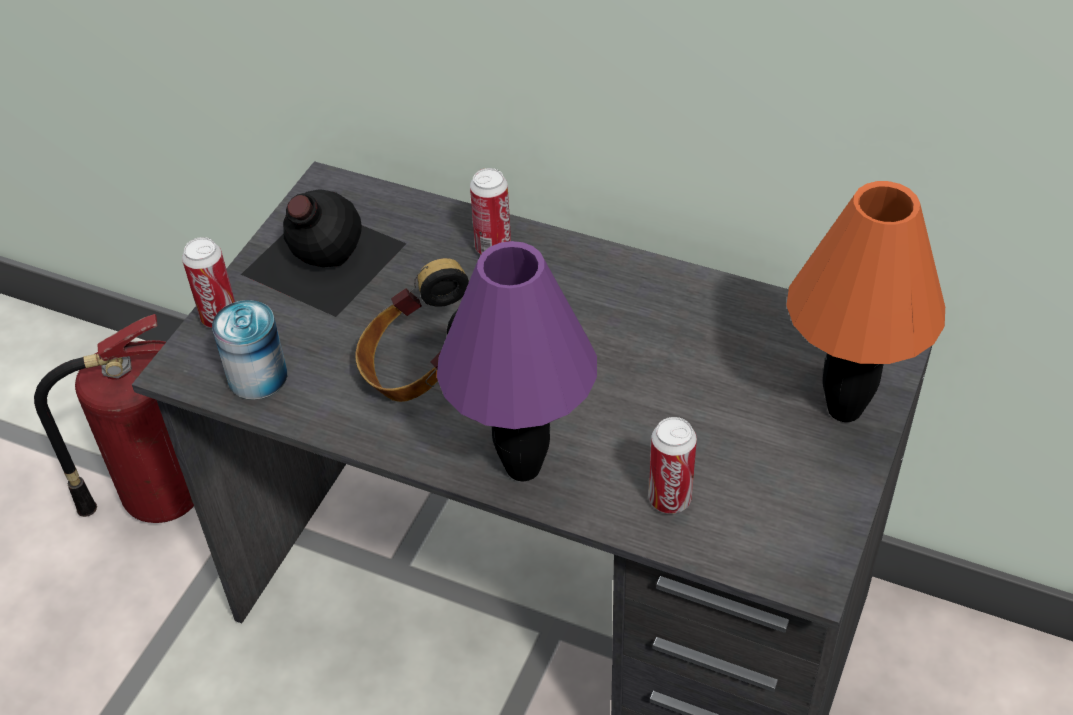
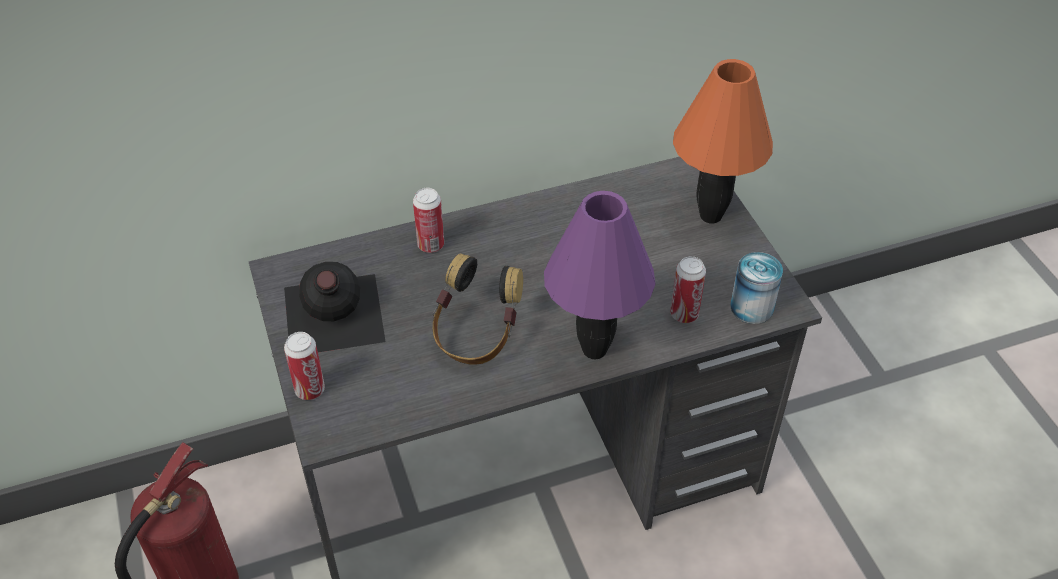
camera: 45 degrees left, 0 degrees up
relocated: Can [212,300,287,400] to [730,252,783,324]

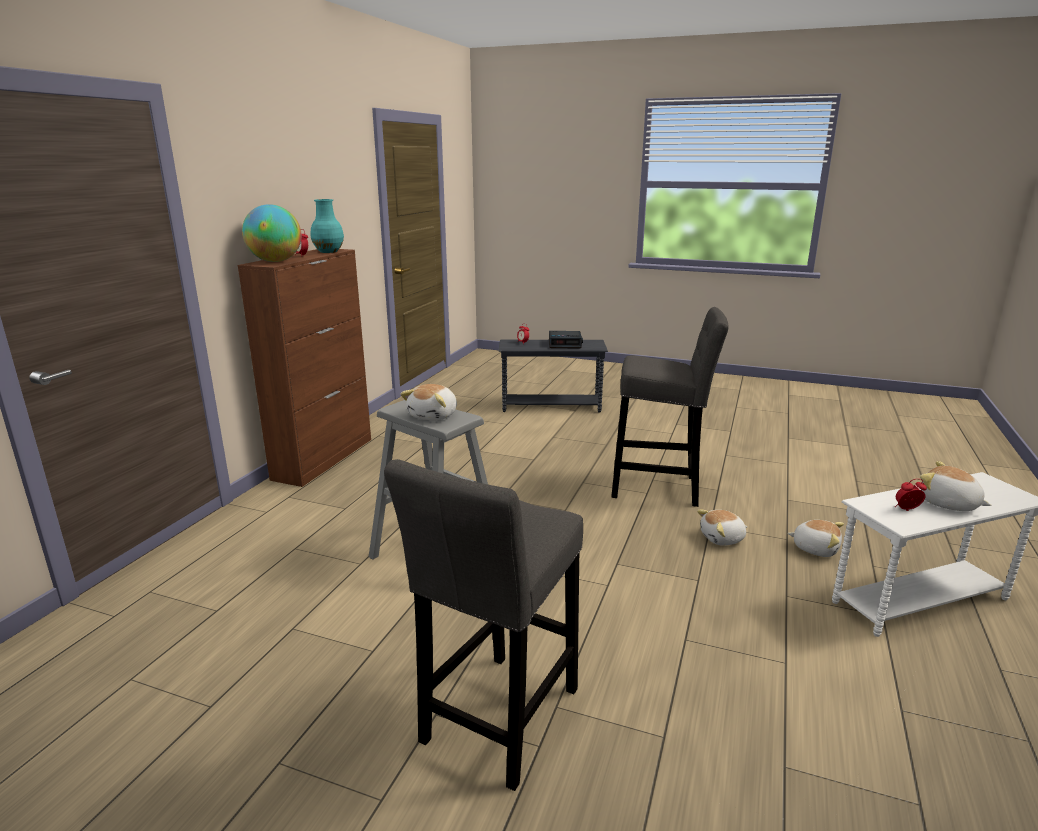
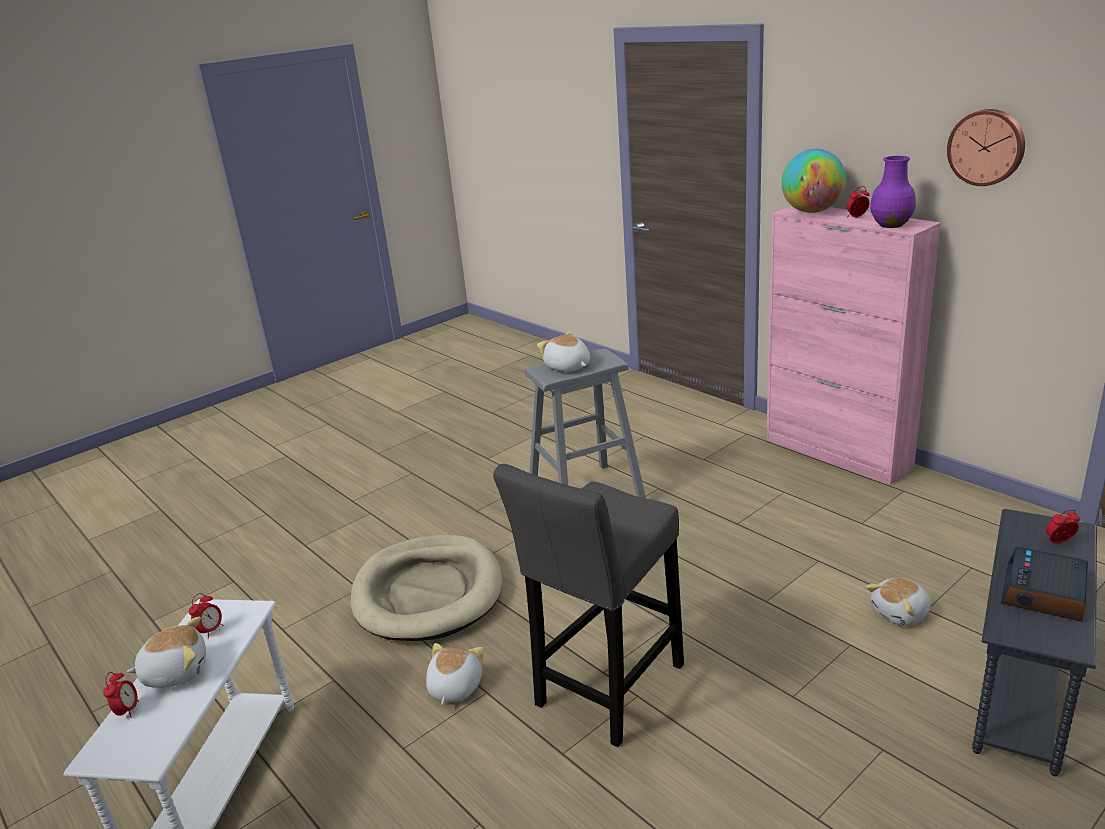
camera: 120 degrees right, 5 degrees up
missing: GreyishStool [384,459,583,791]
appeared: AlarmClock [103,672,139,718]; SandColouredDogCushion [350,535,502,641]; WallClock [947,109,1025,186]
relocated: PlushToy [787,520,844,557] to [866,578,931,626]
colour: BrownishCabinet [238,249,371,487] to PinkColouredCabinet [766,206,941,485]; BlueGreenVase [311,199,344,253] to PurpleColouredVase [870,156,916,228]

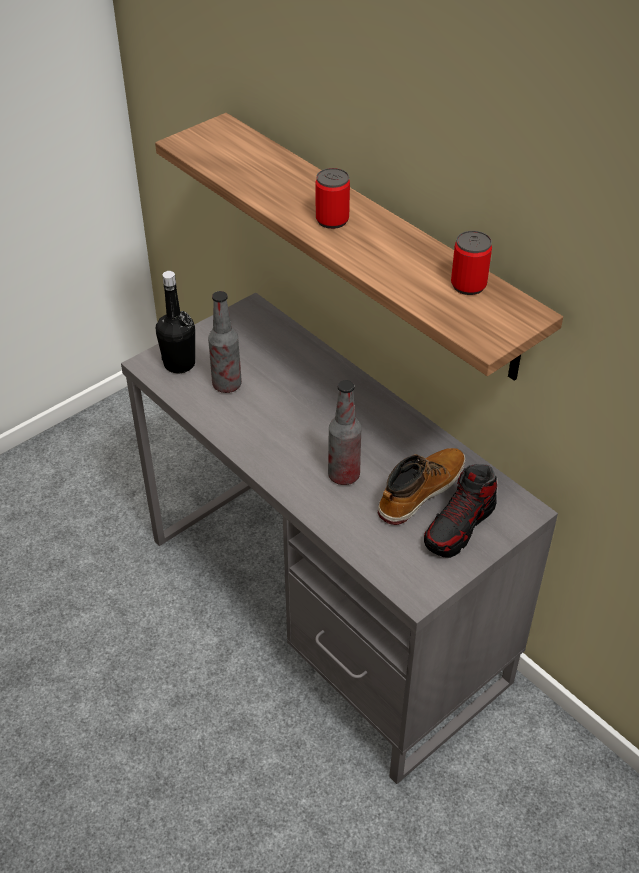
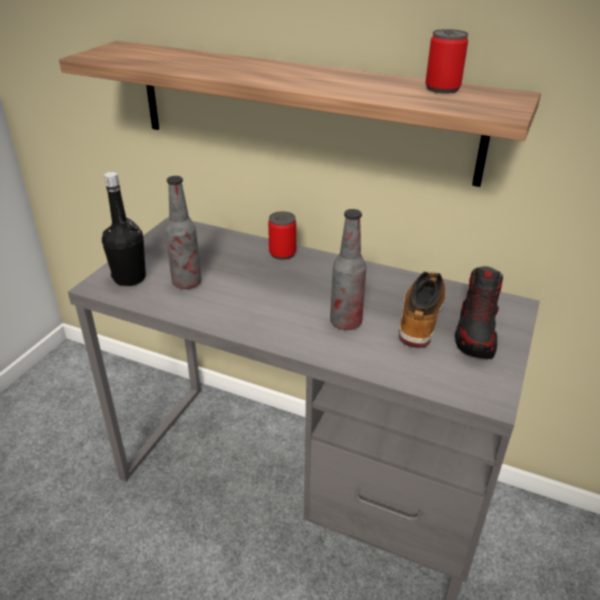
camera: 25 degrees left, 10 degrees down
relocated: Can [316,168,350,229] to [268,211,296,260]

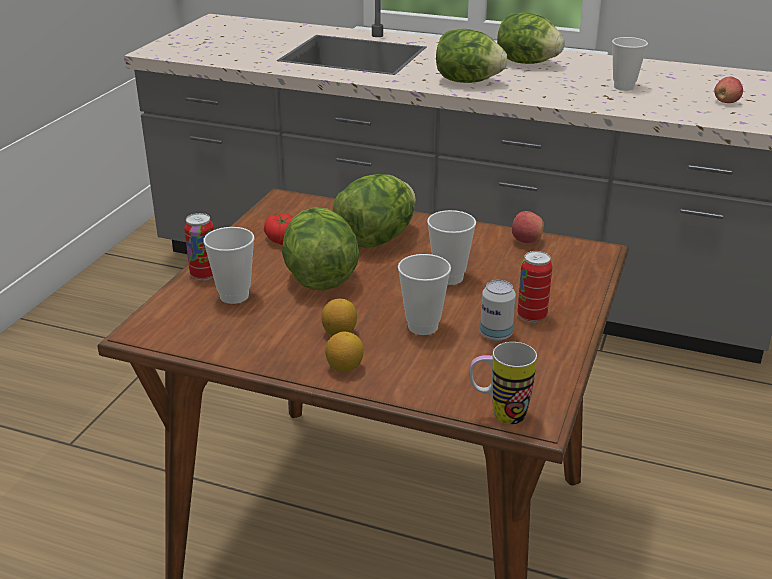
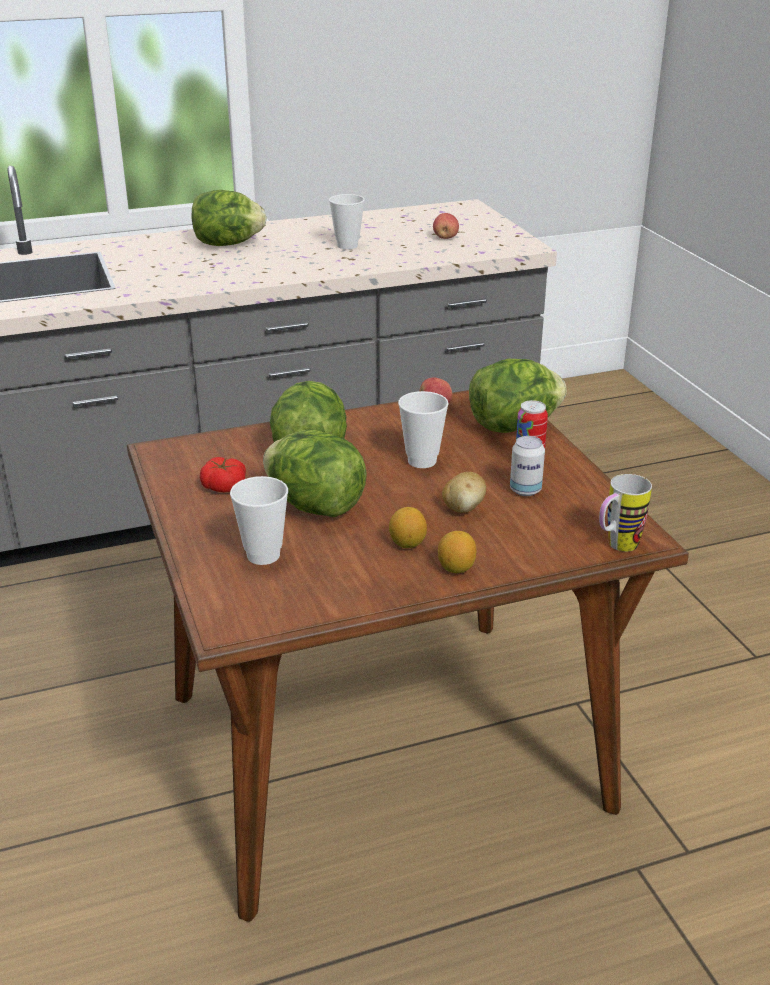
camera: 40 degrees left, 0 degrees up
missing: Can [184,213,214,281]
relocated: HeadOfLettuce [436,29,507,83] to [469,359,567,433]
exchanged: DrinkingCup [398,254,451,335] to Spud [442,472,486,513]

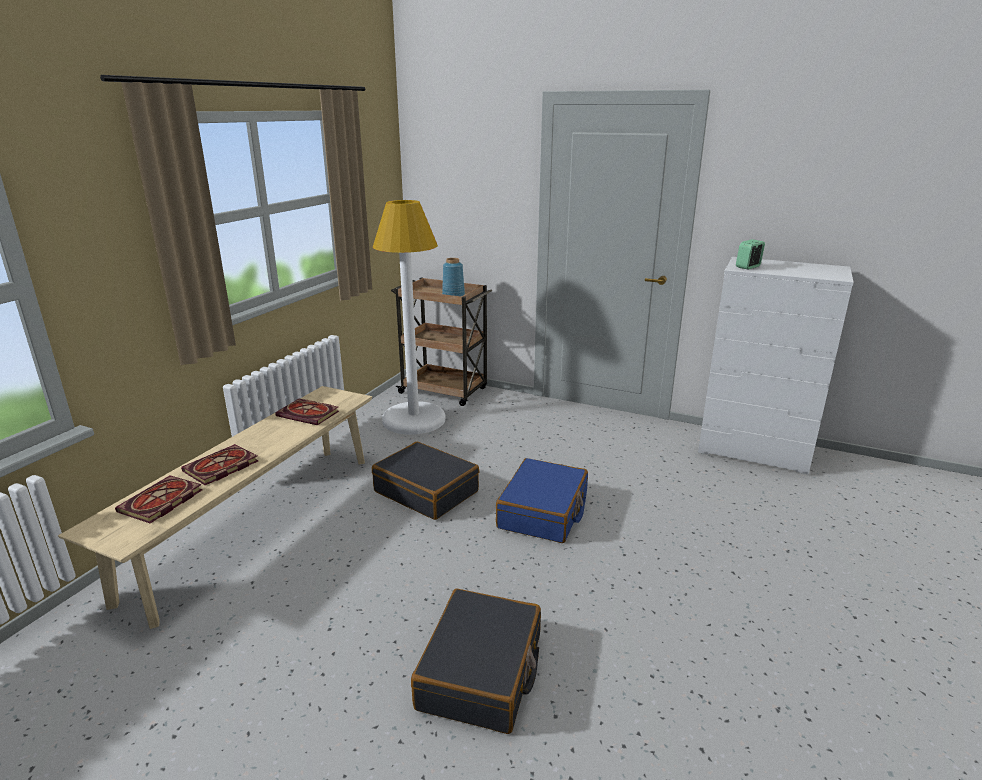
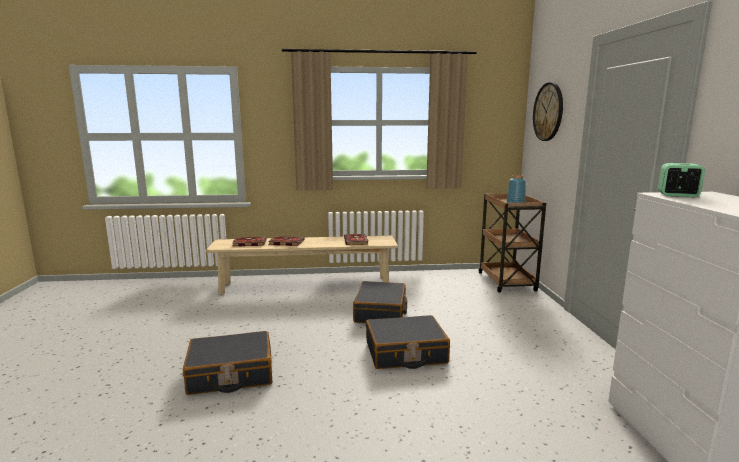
camera: 60 degrees right, 10 degrees down
missing: WhiteStandingLamp [373,200,445,435]
appeared: WallClock [533,82,563,141]
colour: BluishSuitcase [496,458,588,543] to BlackColouredSuitcase [366,315,450,369]

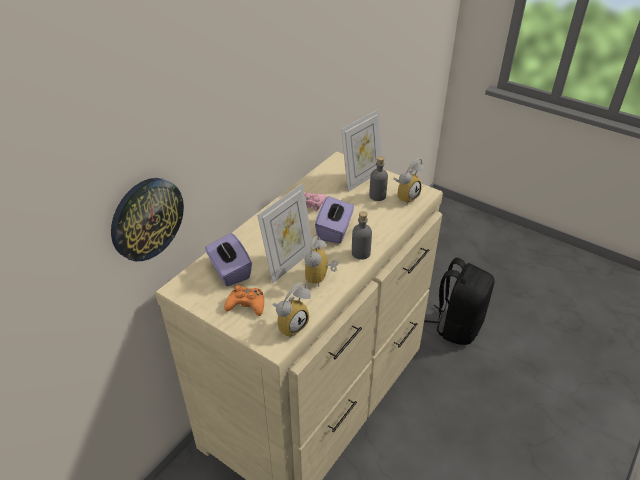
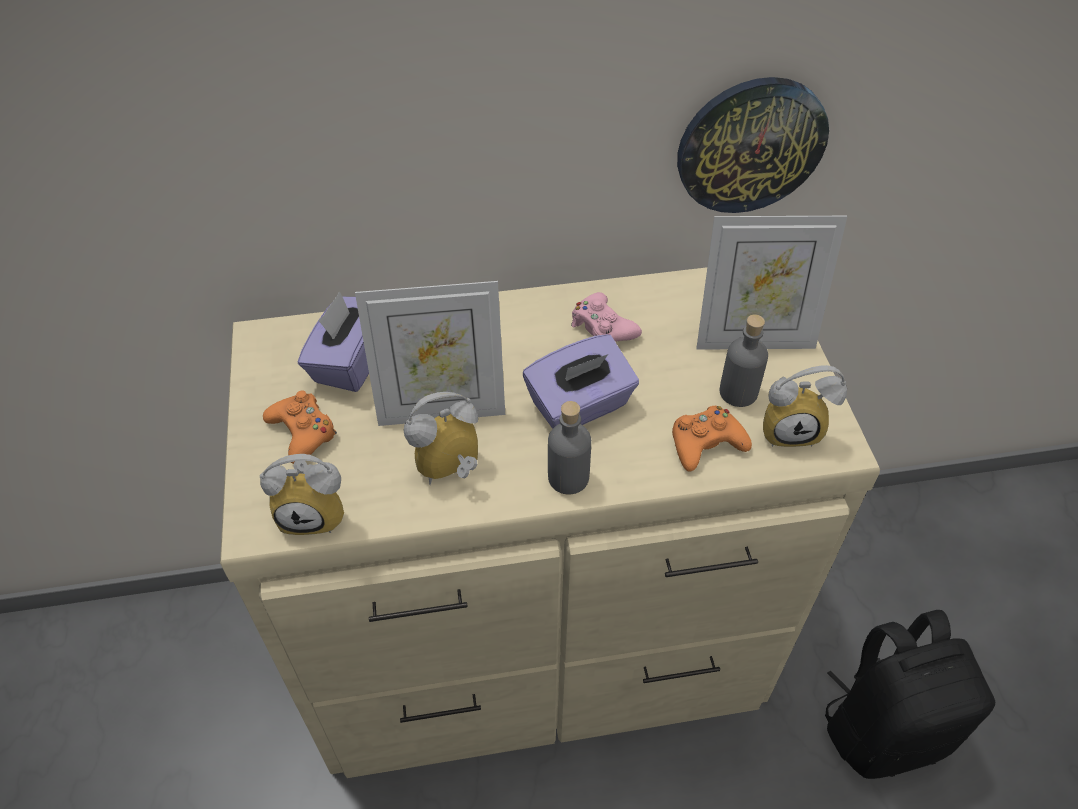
camera: 45 degrees right, 10 degrees up
appeared: OrangeyGamepad [672,406,752,472]
relocated: WallClock [111,178,184,261] to [677,77,829,213]

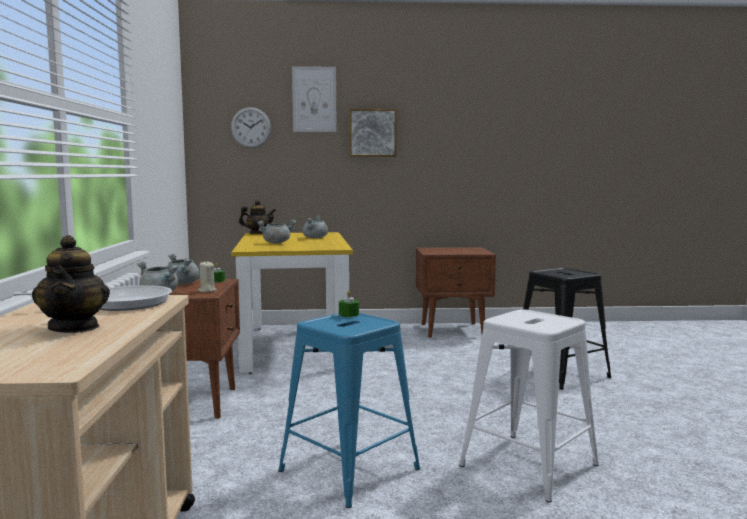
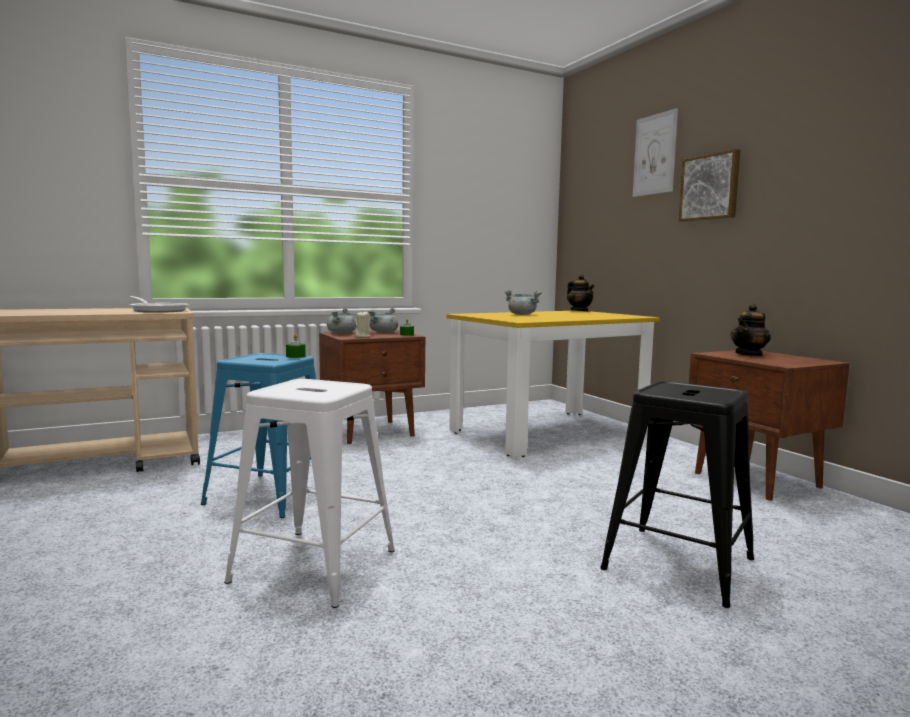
camera: 65 degrees right, 0 degrees up
missing: WallClock [231,107,271,148]; GreyishStockpot [302,216,328,238]
relocated: PotForTea [32,235,110,333] to [730,304,771,356]

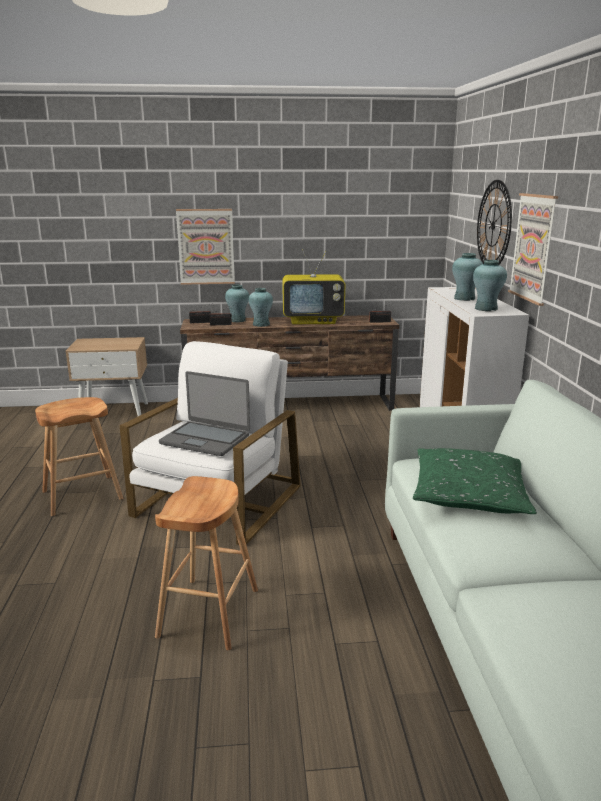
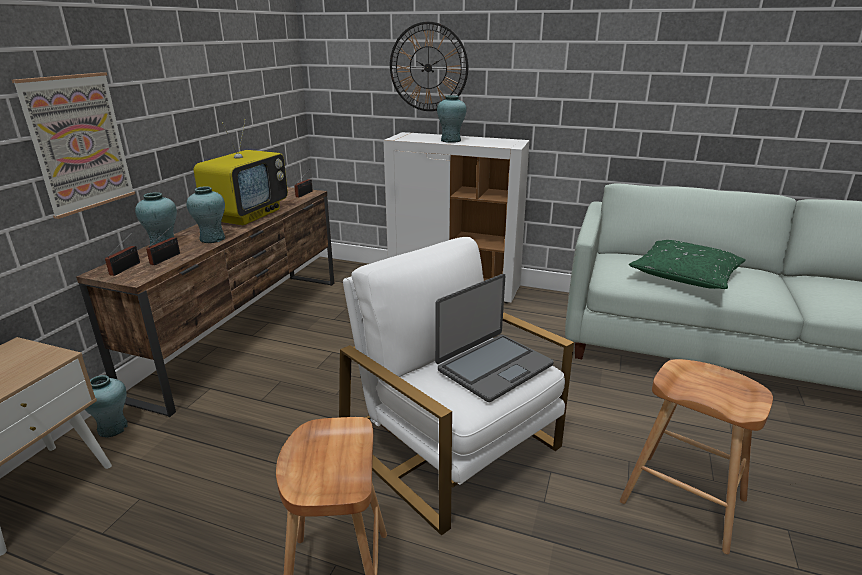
camera: 65 degrees left, 5 degrees up
missing: WallArt [508,193,558,306]
relocated: BlueGreenVase [473,260,507,311] to [84,375,128,437]

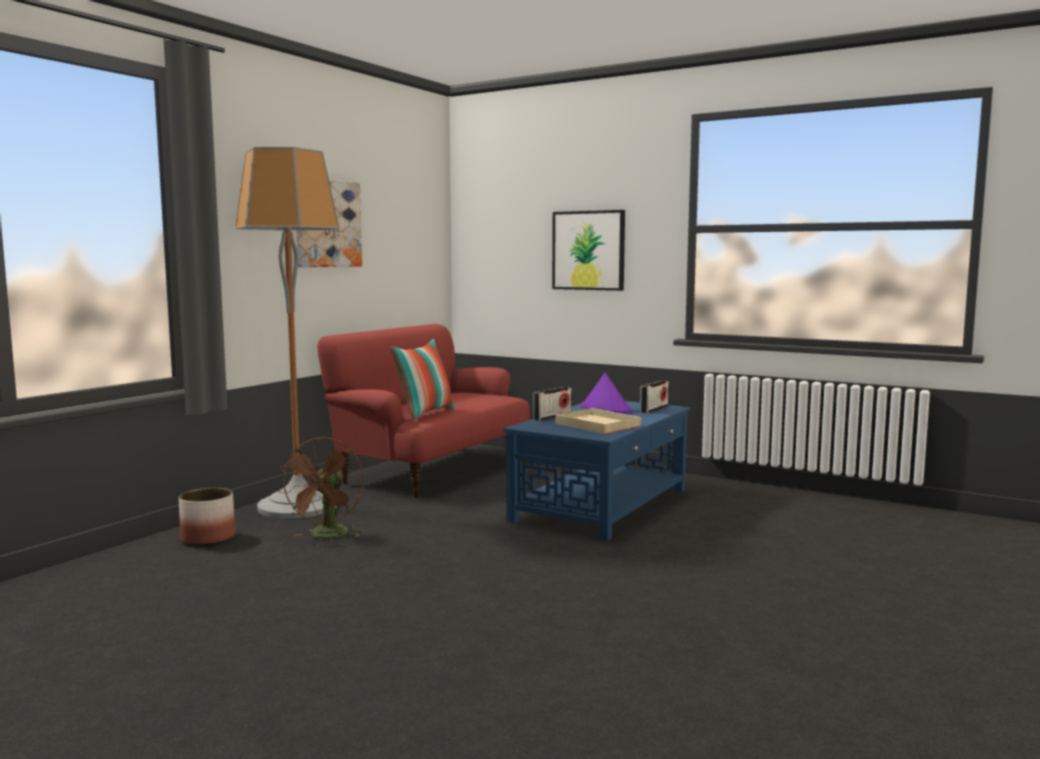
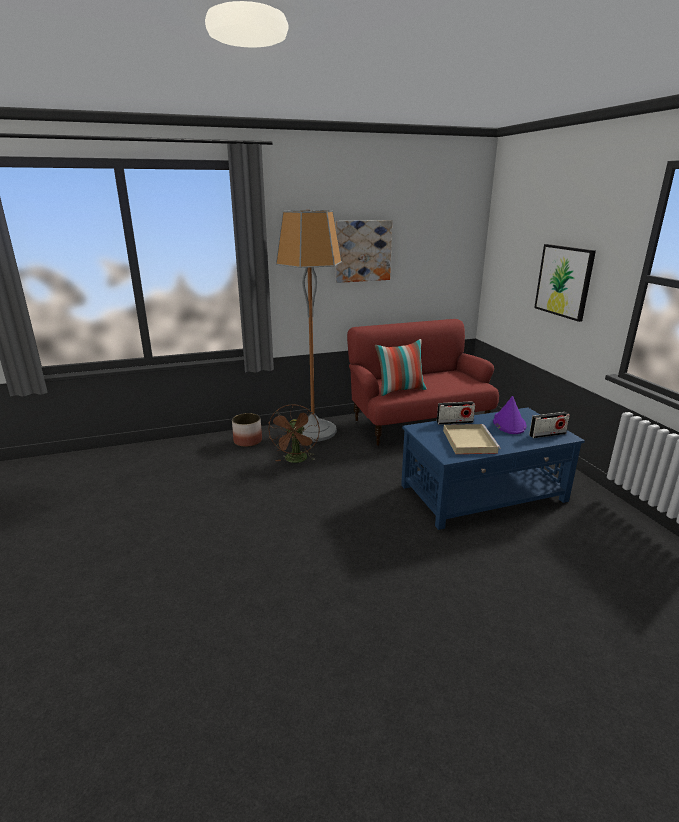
camera: 40 degrees right, 15 degrees up
spun: BrownishElectricFan [278,437,364,539] = [268,404,320,463] 45 degrees counterclockwise

